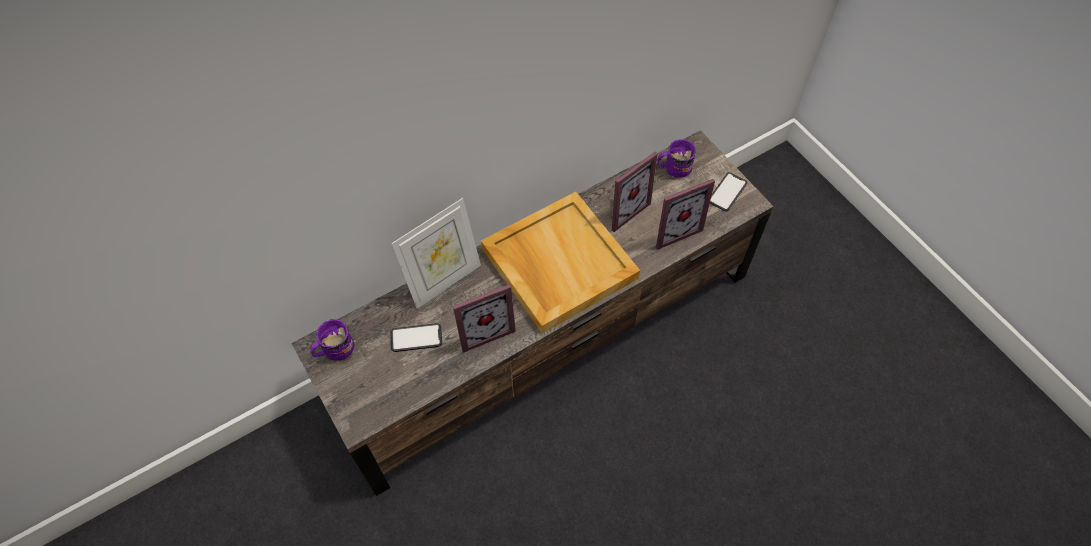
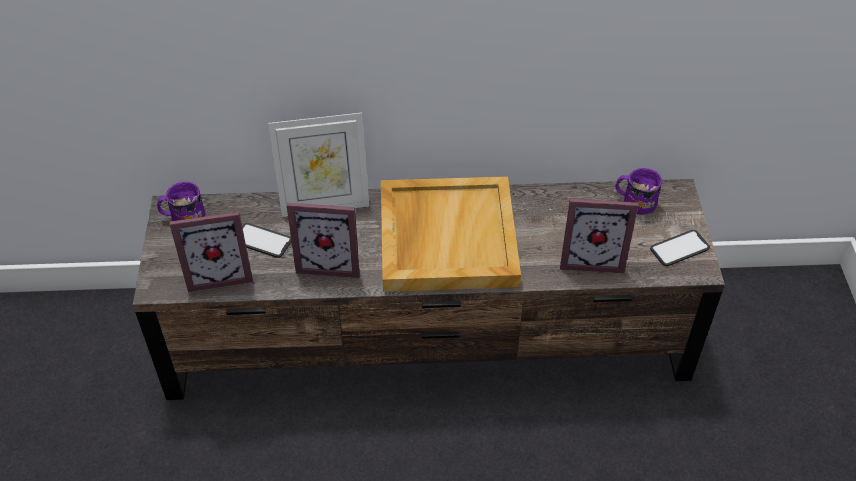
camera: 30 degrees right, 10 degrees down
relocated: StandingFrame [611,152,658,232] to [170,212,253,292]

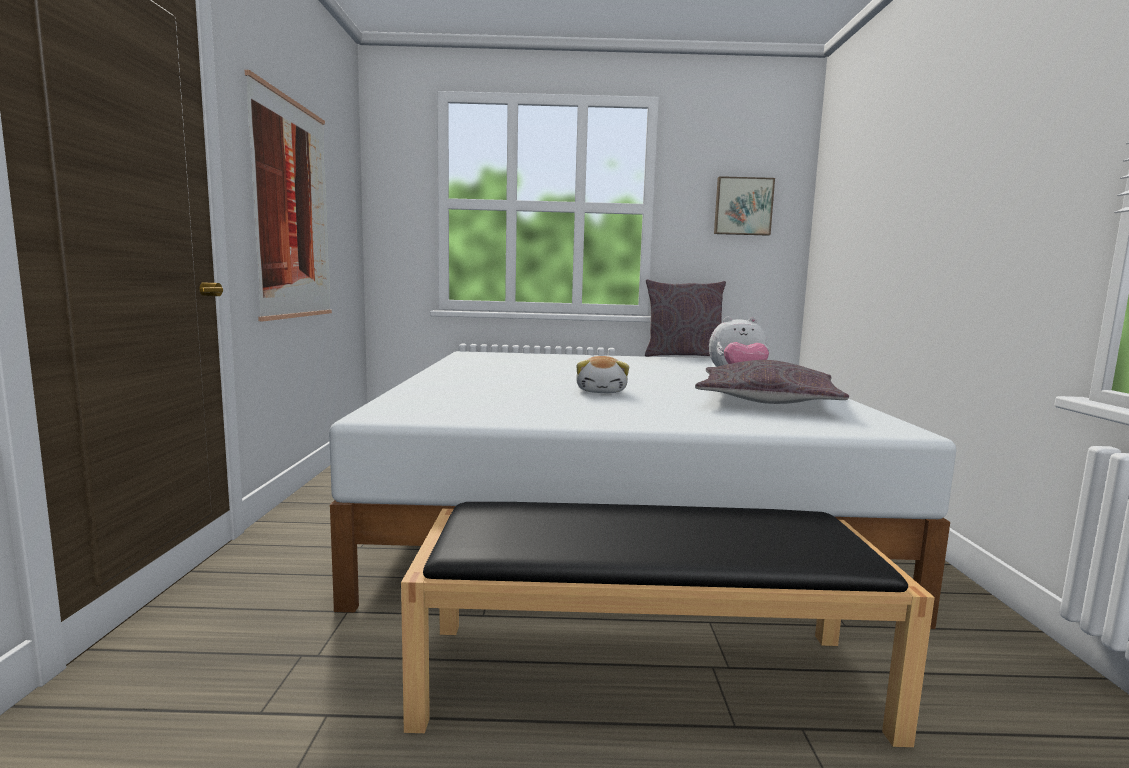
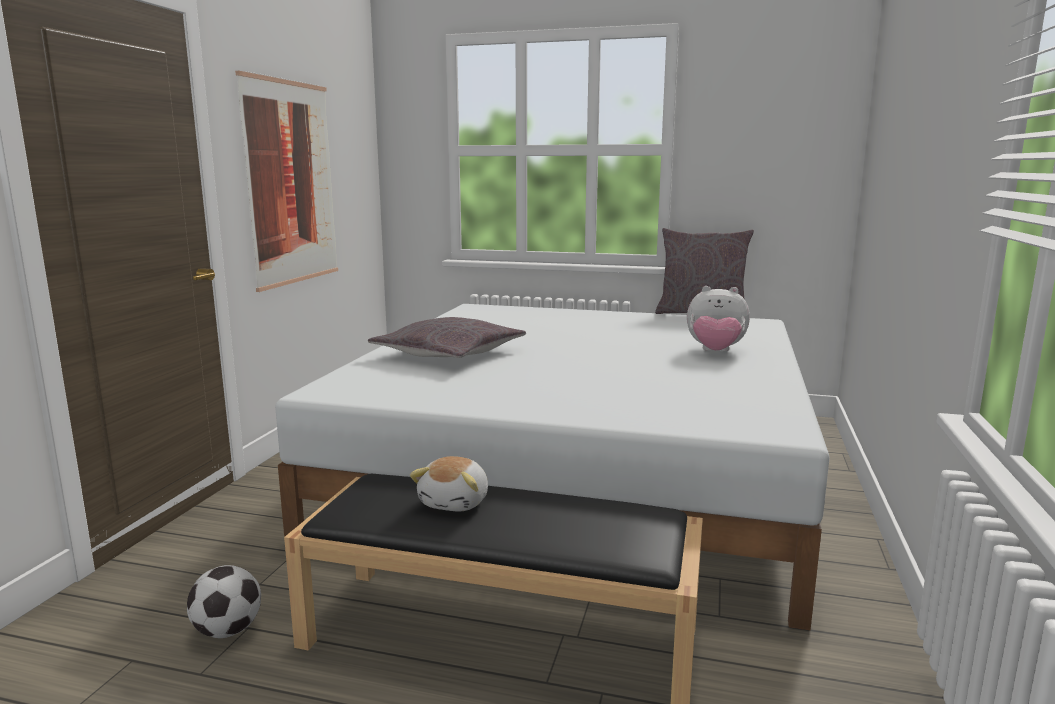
camera: 15 degrees right, 5 degrees up
missing: WallArt [714,176,775,236]
appeared: Football [187,565,261,638]
relocated: PlushToy [576,356,629,393] to [410,456,488,512]; GreyishPillow [695,360,849,404] to [368,317,526,358]

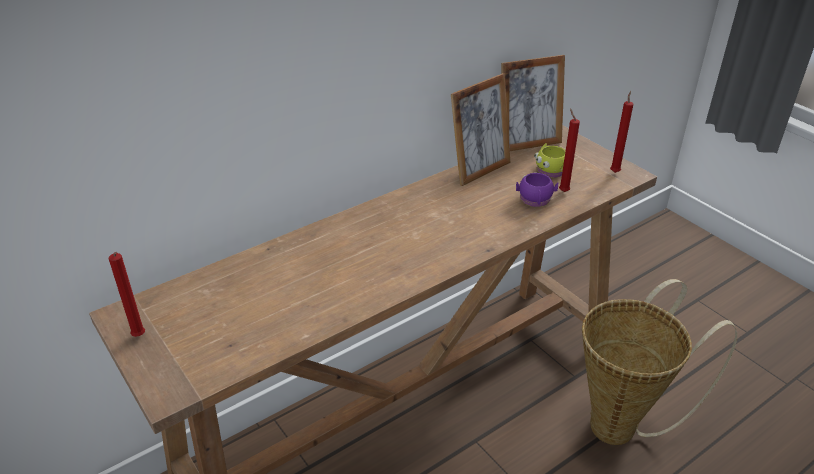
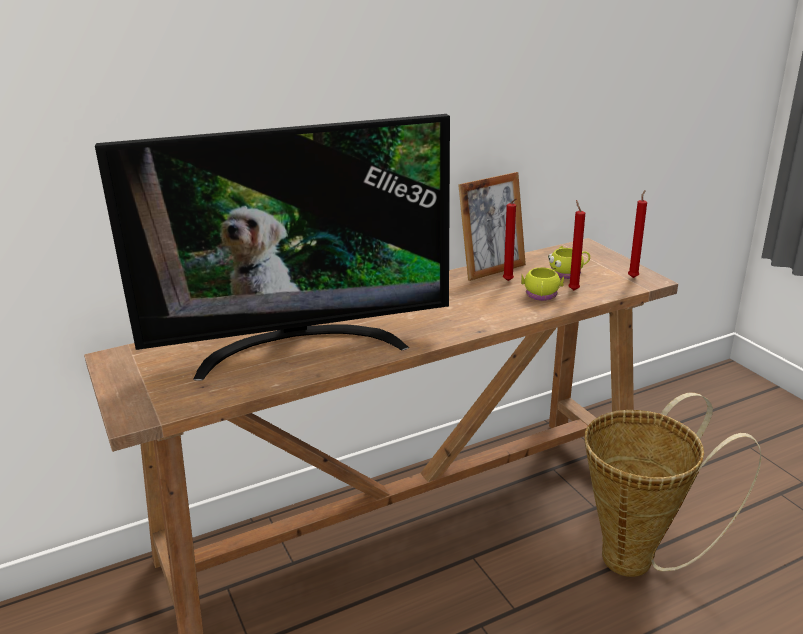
camera: 10 degrees right, 10 degrees down
missing: StandingFrame [501,55,565,151]
appeared: Television [95,114,450,381]
relocated: ReddishCandle [109,252,145,337] to [503,198,517,281]
colour: PurpleColouredCoffeeMug [516,172,558,207] to YellowColouredCoffeeMug [521,267,564,301]

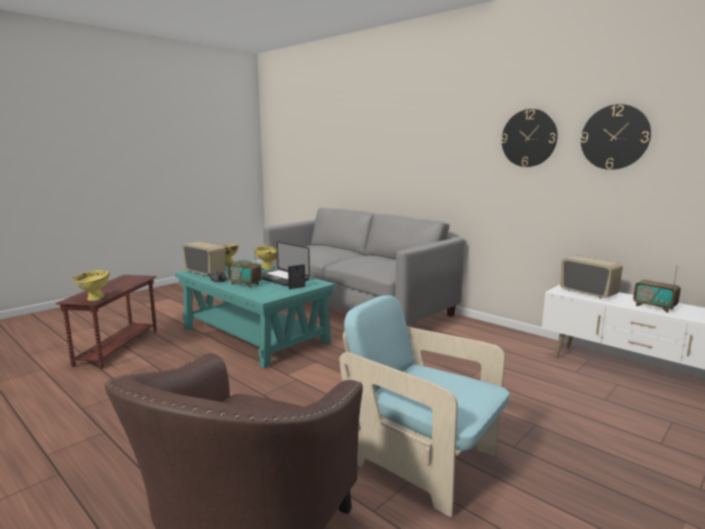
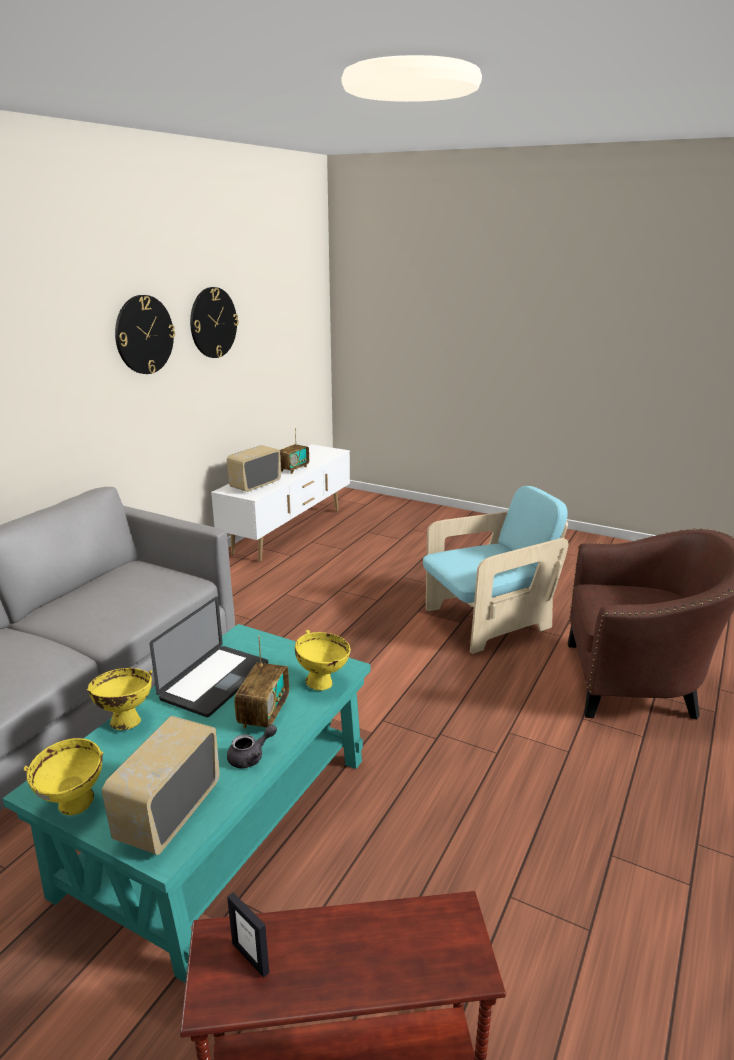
camera: 105 degrees left, 10 degrees up
relocated: YellowColouredDeepDish [72,270,110,301] to [295,630,351,691]; StandingFrame [288,264,305,289] to [227,892,269,978]
spun: BlueGreenArmchair [339,295,510,517] = [423,486,569,654] 135 degrees counterclockwise

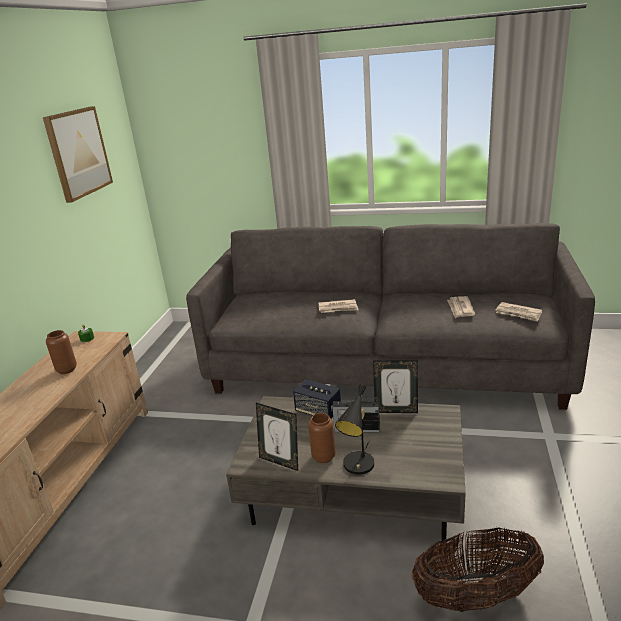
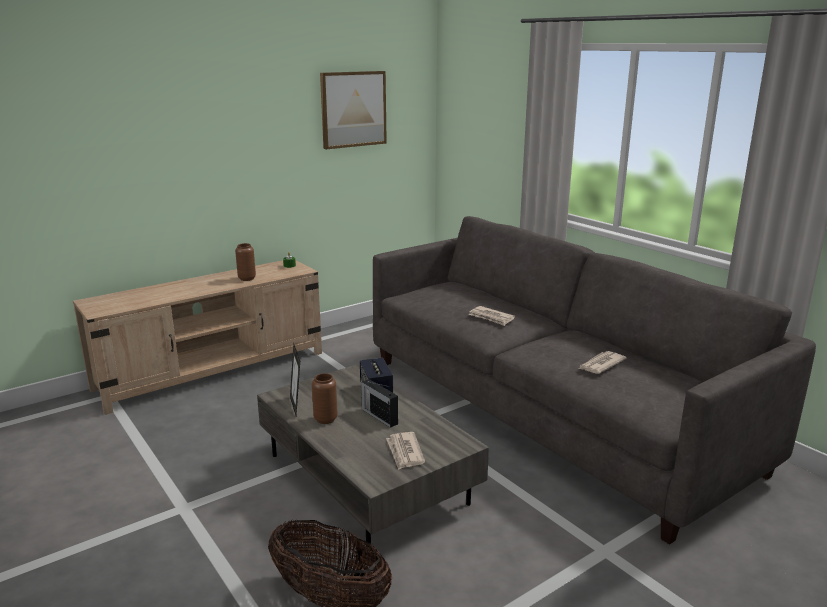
camera: 40 degrees right, 5 degrees down
missing: BlackColouredTableLamp [335,384,374,475]; StandingFrame [373,360,418,413]
relocated: Newspaper [496,302,542,322] to [386,432,425,470]

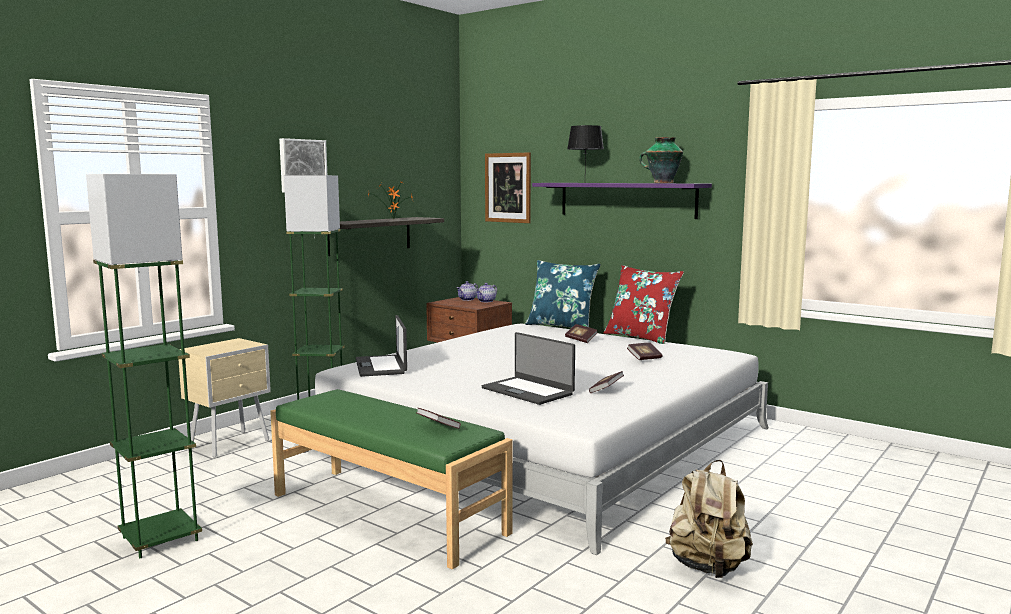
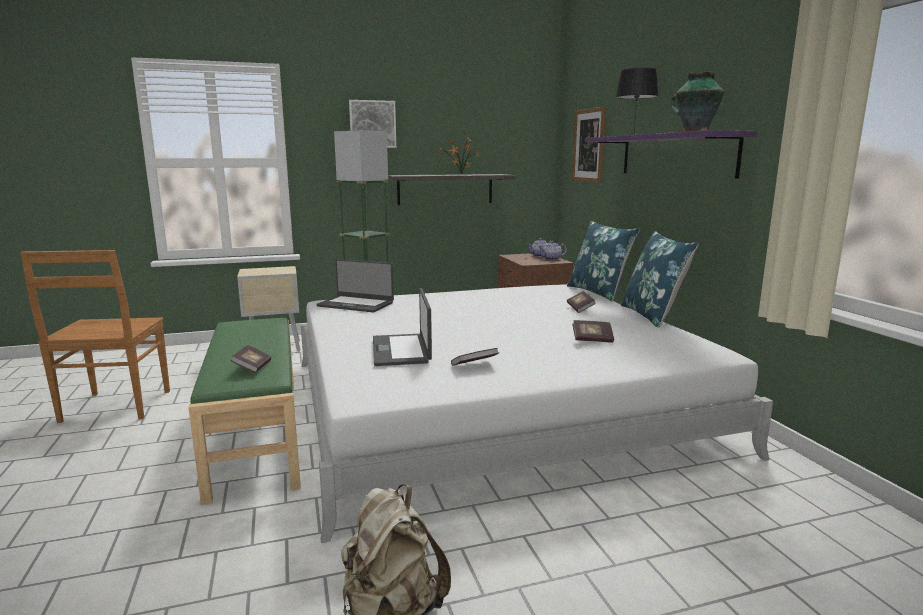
camera: 35 degrees right, 5 degrees up
exchanged: GreenStandingLamp [86,174,202,558] to BrownishPlainChair [20,250,170,423]
colour: ReddishPillow [604,265,684,344] to BluishPillow [621,231,699,328]
spun: PortableComputer [356,315,407,377] = [316,259,394,313] 90 degrees counterclockwise

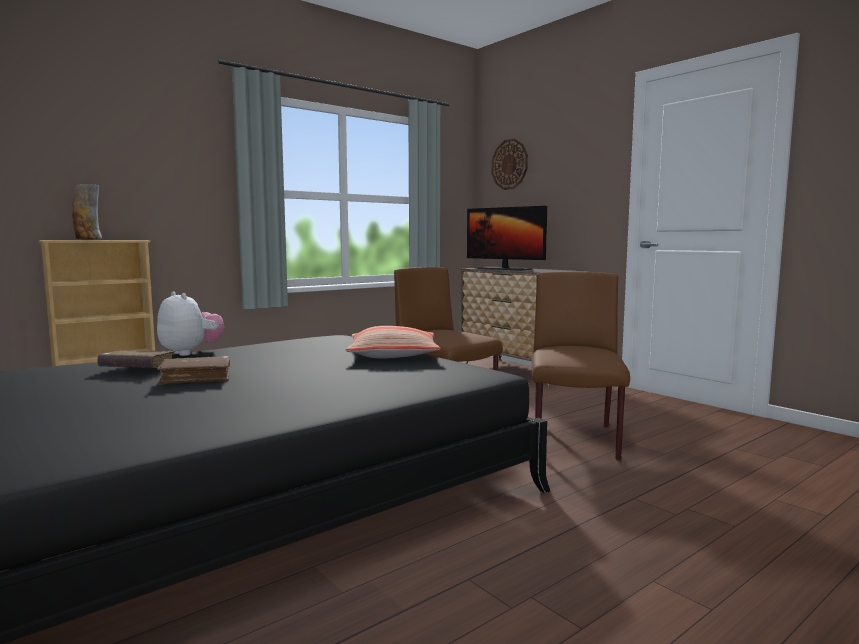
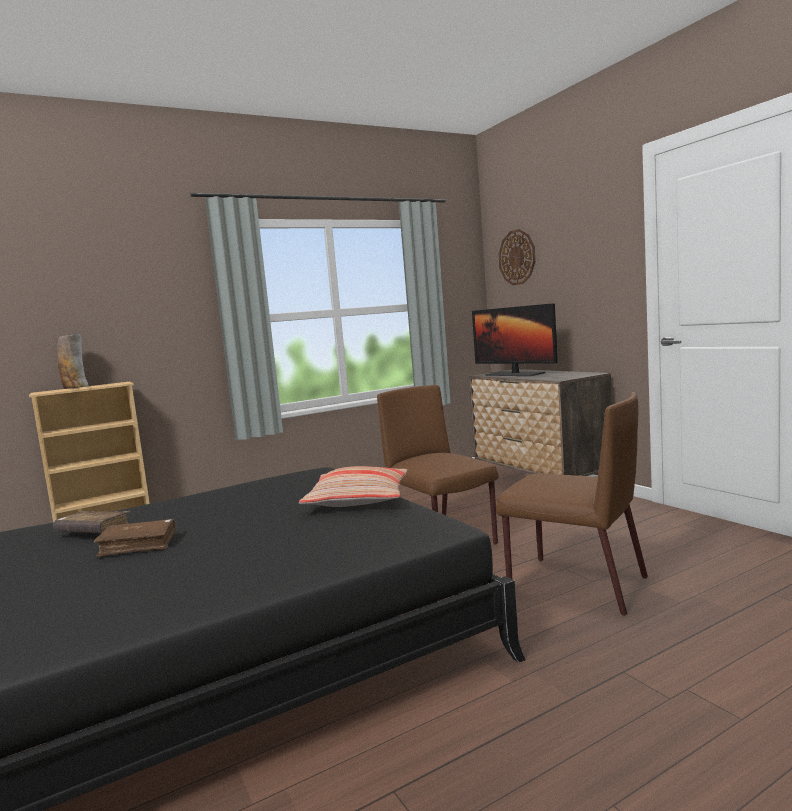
camera: 10 degrees right, 0 degrees up
missing: PlushToy [157,291,224,356]
spun: BrownishPlainChair [531,272,630,461] = [496,392,648,616] 105 degrees clockwise

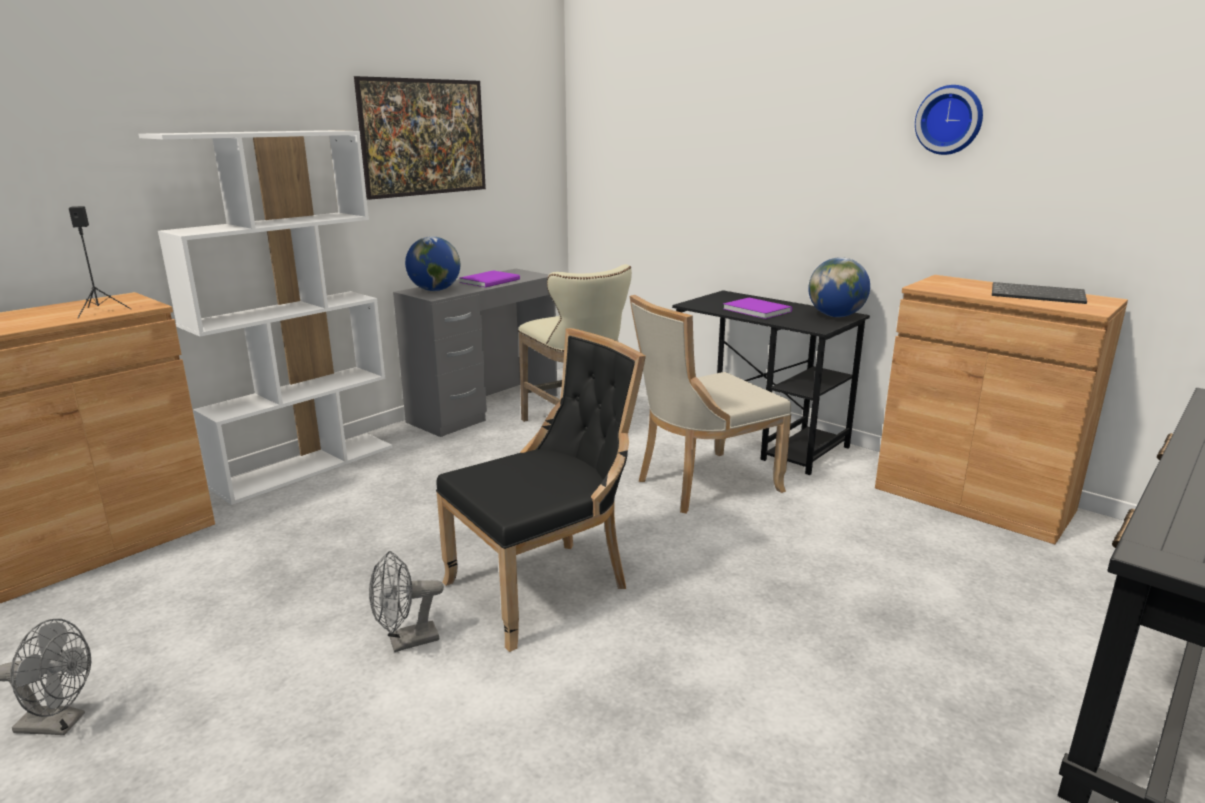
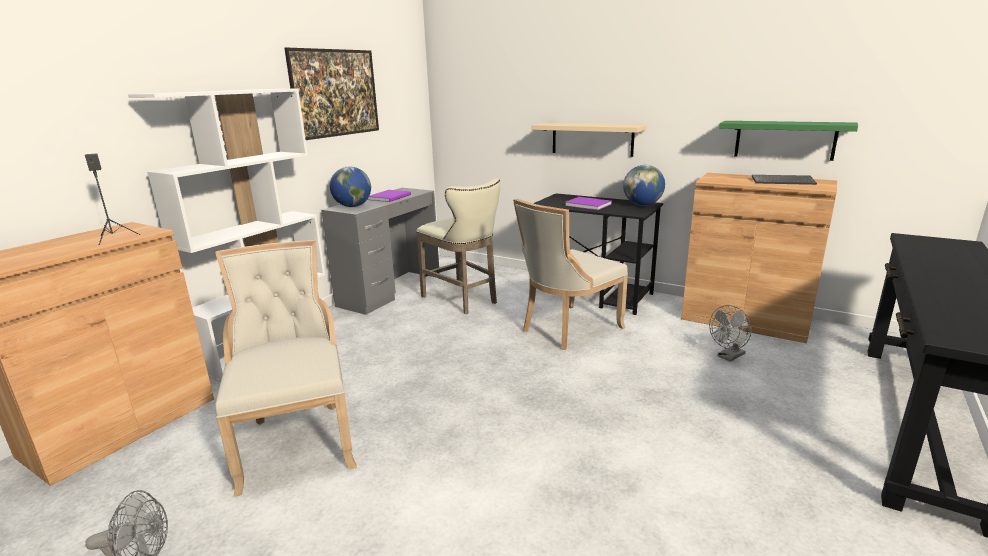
camera: 10 degrees left, 0 degrees up
missing: BlackColouredPlainChair [436,328,646,652]; WallClock [915,85,983,155]
appeared: SandColouredPlainChair [215,240,357,497]; SandColouredShelf [531,123,647,157]; GreenShelf [719,121,858,161]
relocated: GreyishElectricFan [369,551,444,652] to [709,305,752,362]

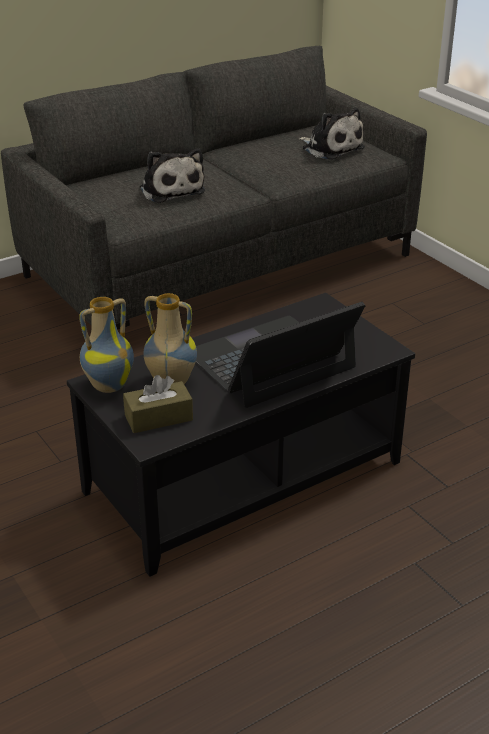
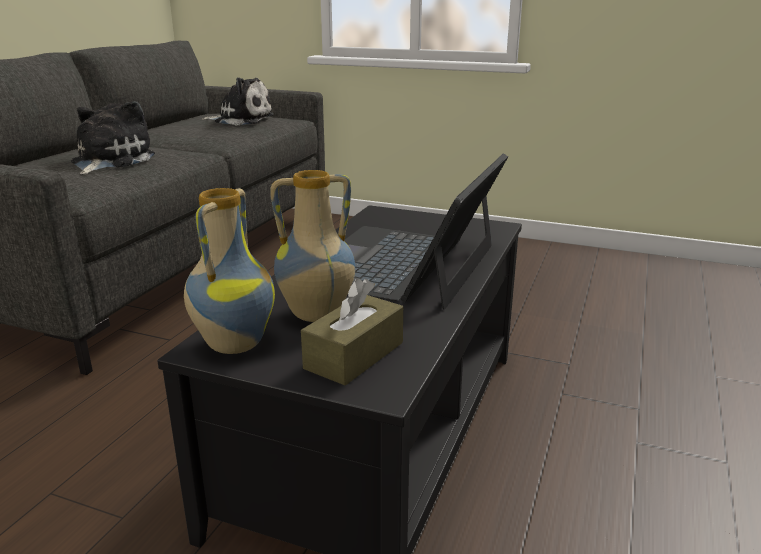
camera: 35 degrees left, 10 degrees down
spun: PlushToy [140,148,205,203] = [71,101,155,175] 105 degrees counterclockwise

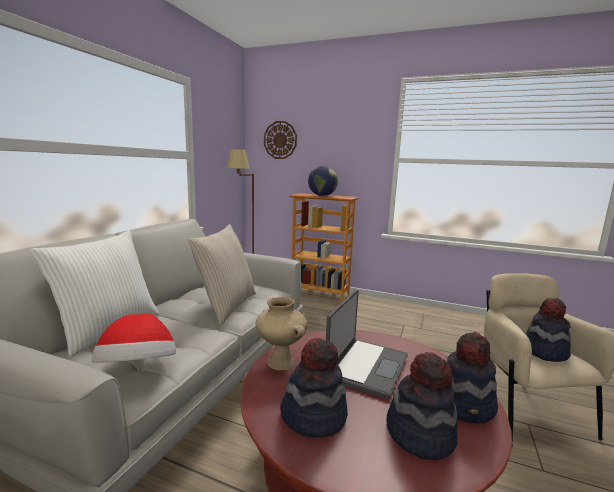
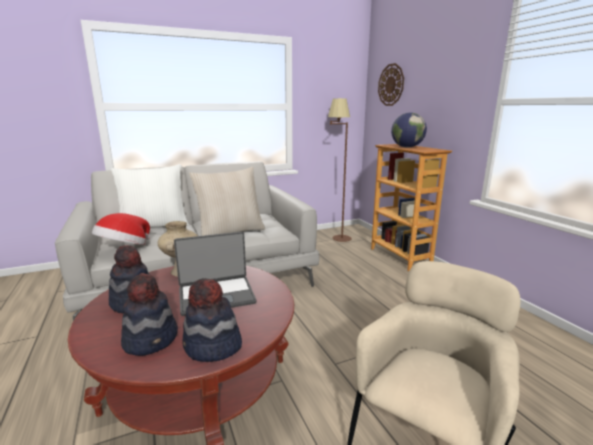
camera: 45 degrees right, 5 degrees up
missing: Hat [526,298,571,362]

